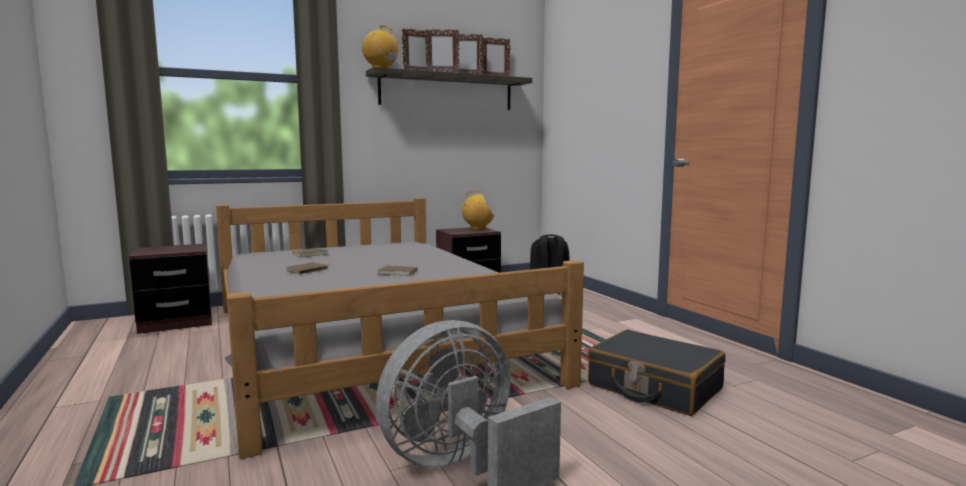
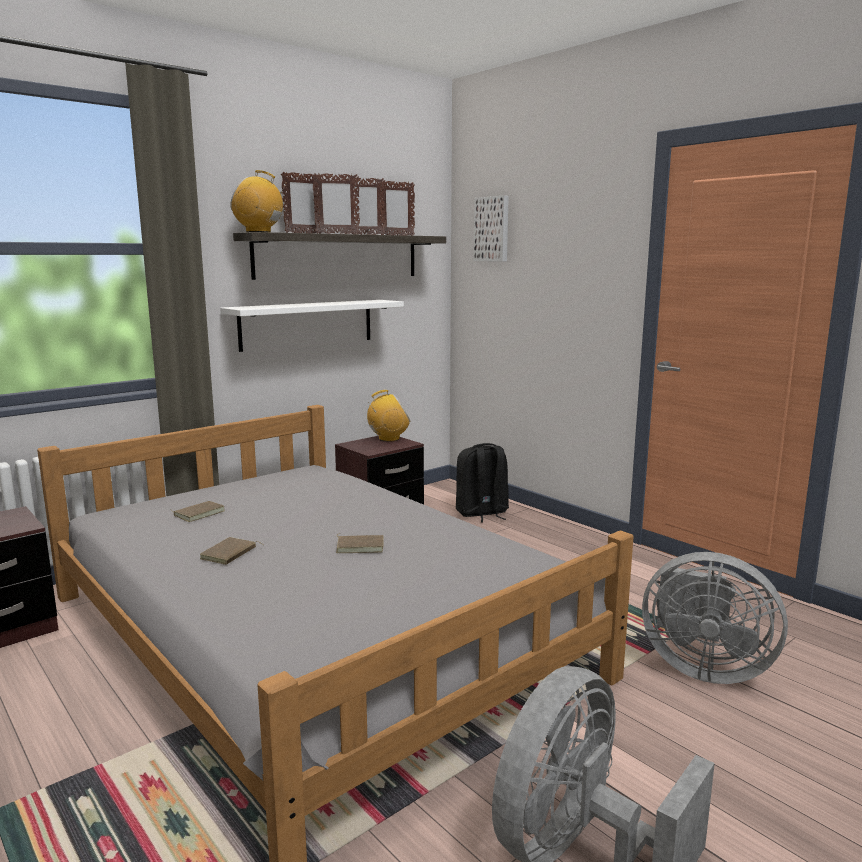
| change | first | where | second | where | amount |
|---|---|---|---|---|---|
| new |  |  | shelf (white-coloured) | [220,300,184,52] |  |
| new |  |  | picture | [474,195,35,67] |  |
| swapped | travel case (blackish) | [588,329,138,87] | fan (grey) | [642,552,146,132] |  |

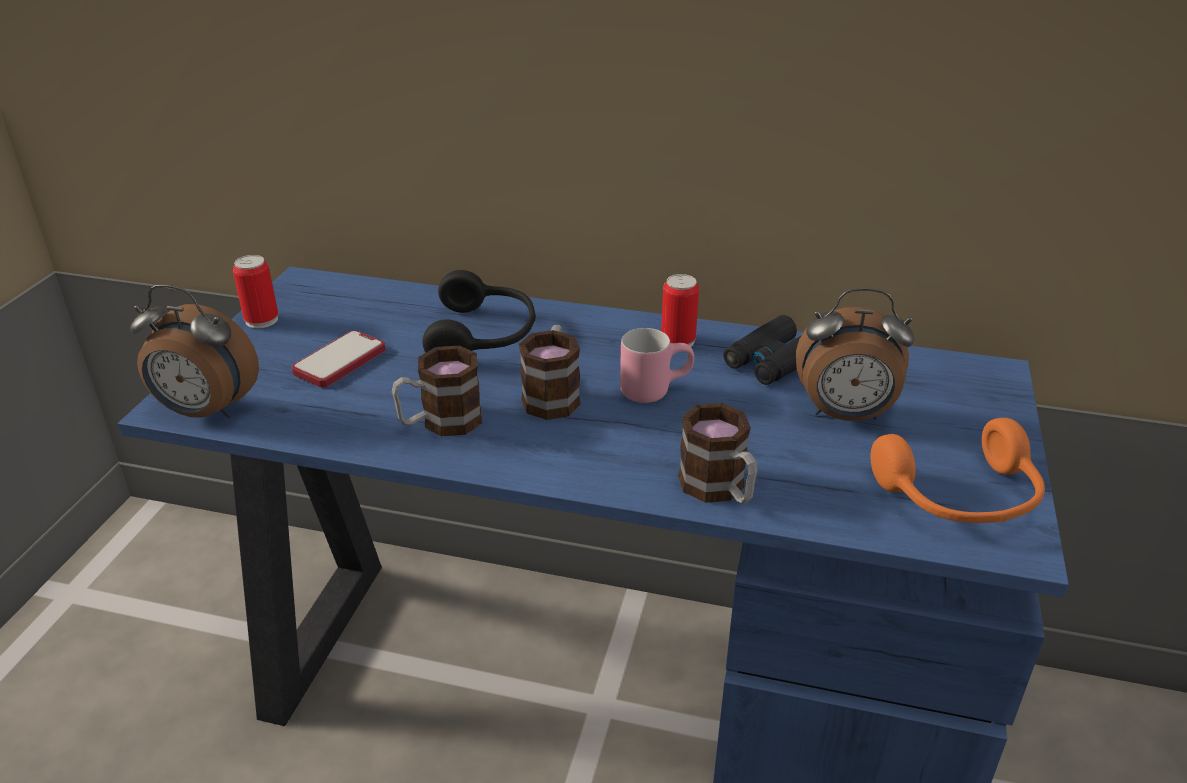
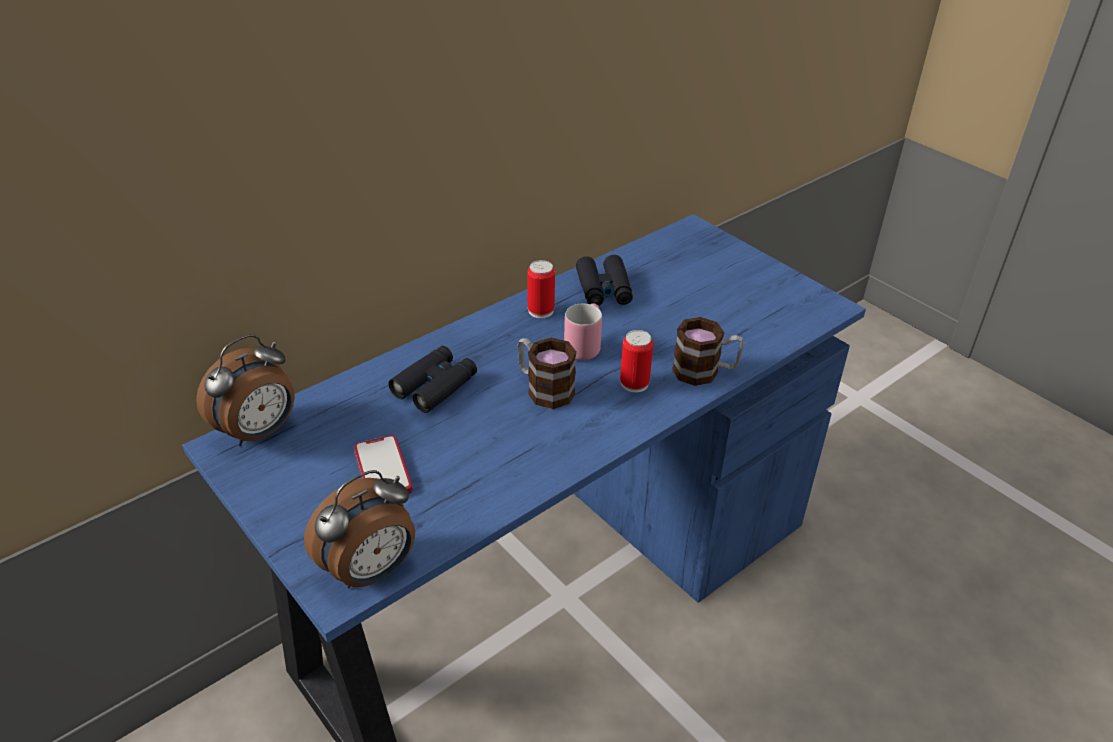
| change | first | where | second | where | amount |
|---|---|---|---|---|---|
| gone | coffee mug | [392,345,90,91] |  |  |  |
| gone | headphones (orangey) | [870,418,175,105] |  |  |  |
| shifted | can | [233,255,45,73] |  | [620,330,33,63] |  |
| shifted | alarm clock | [796,288,118,133] |  | [196,335,99,111] |  |
| swapped | headphones (blackish) | [423,270,113,83] | field glasses (blackish) | [388,346,89,67] |  |

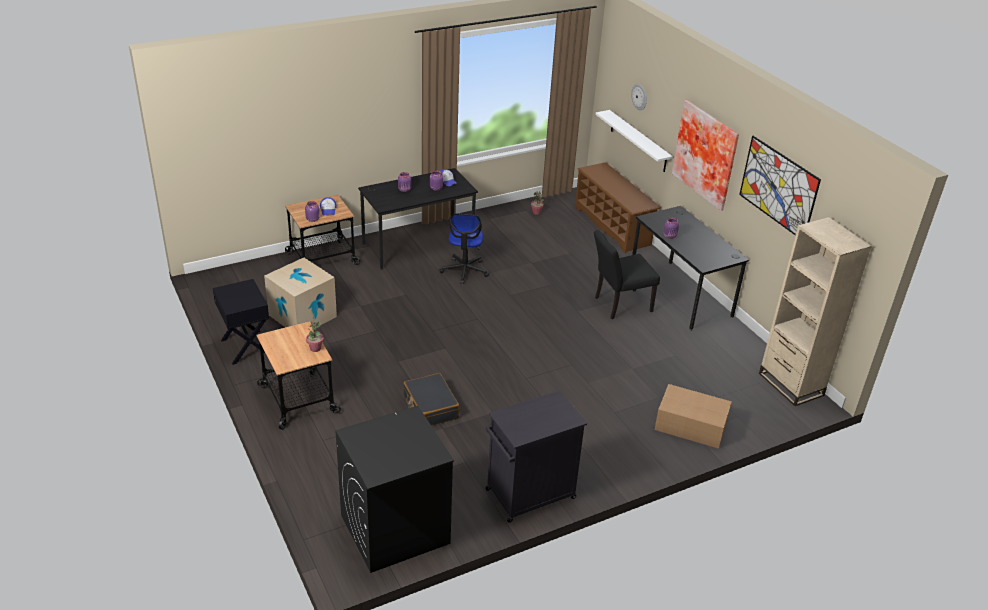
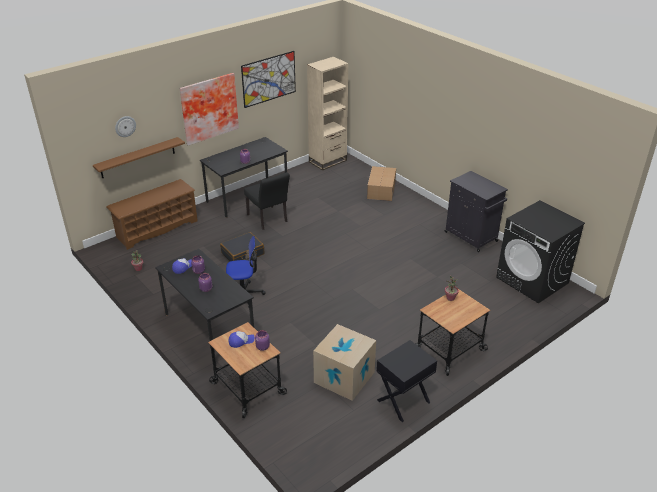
| change | first | where | second | where | amount |
|---|---|---|---|---|---|
| shifted | travel case (blackish) | [403,373,57,53] |  | [220,232,44,29] |  |
| repainted | shelf (white-coloured) | [595,110,78,62] | shelf (brownish) | [93,137,92,41] |  |

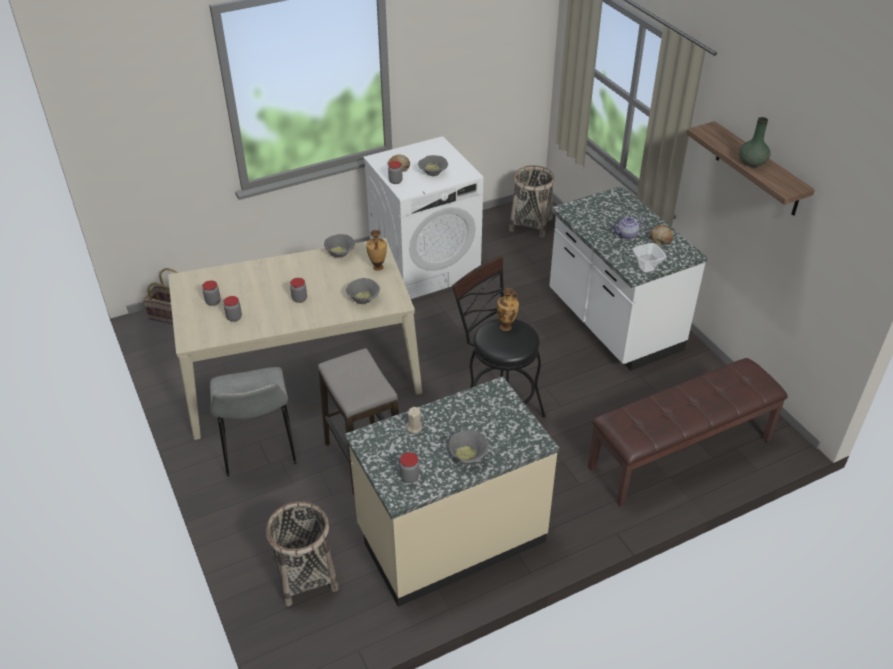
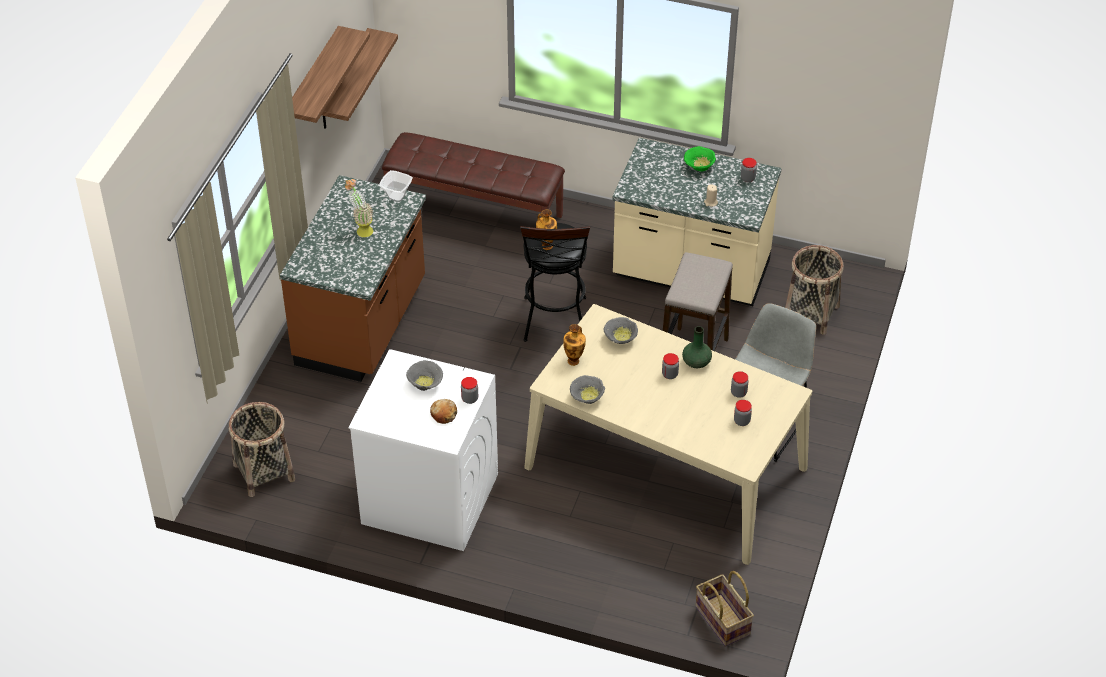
| change | first | where | second | where | amount |
|---|---|---|---|---|---|
| gone | bakery bread | [649,225,24,20] |  |  |  |
| new |  |  | shelf | [322,28,76,101] |  |
| shifted | decorative vase (green) | [739,117,32,50] |  | [682,326,30,42] |  |
| swapped | pot for tea | [612,217,34,22] | houseplant | [345,179,28,58] |  |
| repainted | bowl (grey) | [448,430,41,33] | bowl (green) | [684,146,32,26] |  |
| repainted | kitchen base unit (white-coloured) | [549,186,158,185] | kitchen base unit (brownish) | [280,175,146,207] |  |

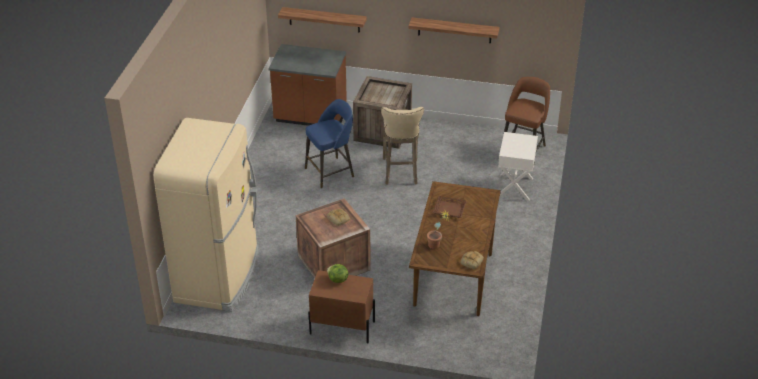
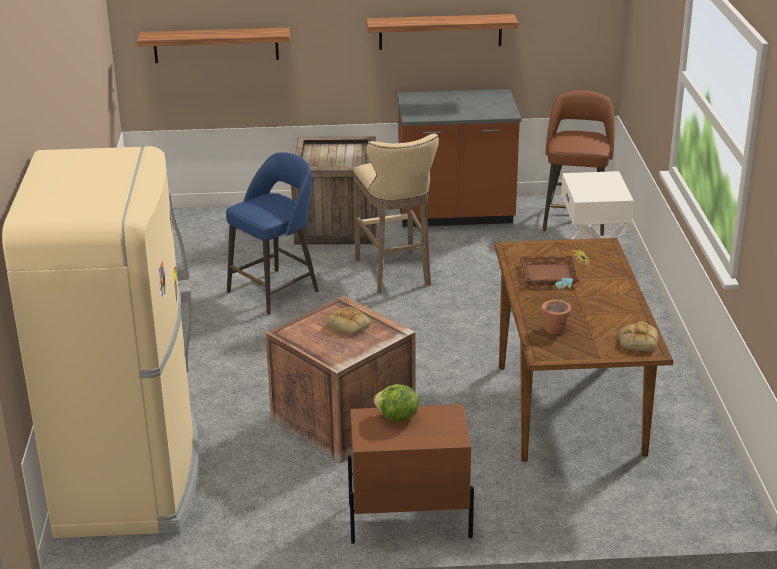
| change | first | where | second | where | amount |
|---|---|---|---|---|---|
| shifted | kitchen base unit (brownish) | [268,44,79,82] |  | [397,89,124,138] |  |

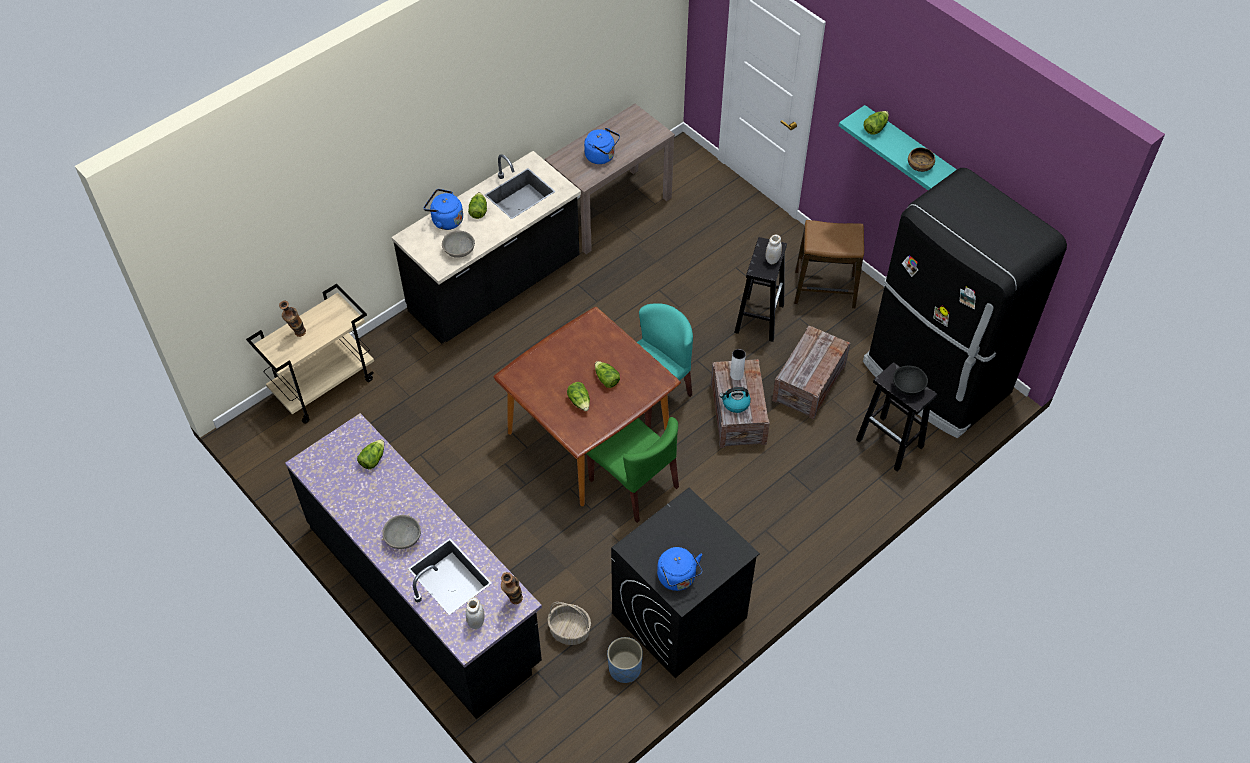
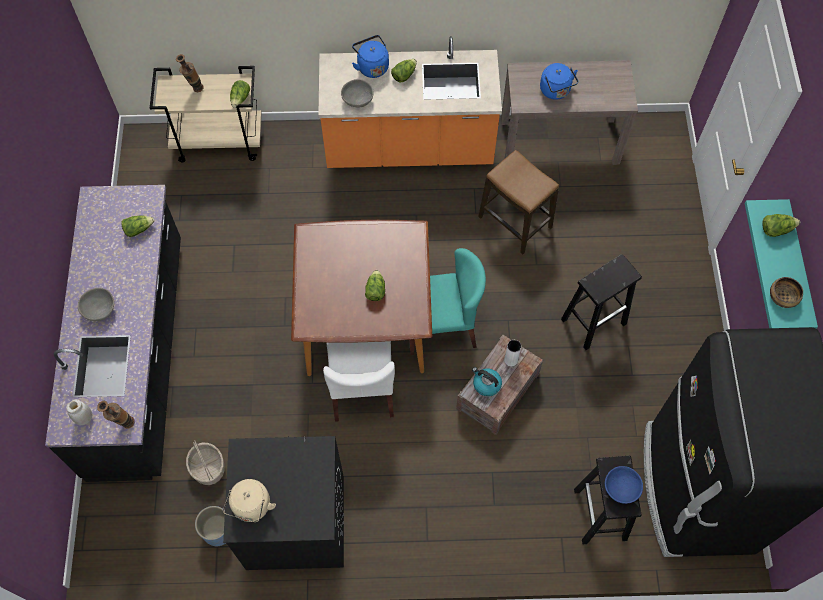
| change | first | where | second | where | amount |
|---|---|---|---|---|---|
| gone | storage jar (white-coloured) | [766,235,16,29] |  |  |  |
| gone | packing crate | [772,325,78,94] |  |  |  |
| shifted | lettuce | [567,382,23,29] |  | [230,80,20,28] |  |
| shifted | stool seat | [794,220,70,88] |  | [478,150,81,104] |  |
| repainted | kitchen base unit (blackish) | [392,151,189,193] | kitchen base unit (orangey) | [318,36,184,132] |  |
| repainted | upright chair (green) | [586,417,93,106] | upright chair (white-coloured) | [323,341,72,81] |  |
| repainted | water kettle (blue) | [657,547,45,44] | water kettle (beige) | [223,479,53,43] |  |
| repainted | bowl (blackish) | [893,366,35,29] | bowl (blue) | [605,466,38,38] |  |

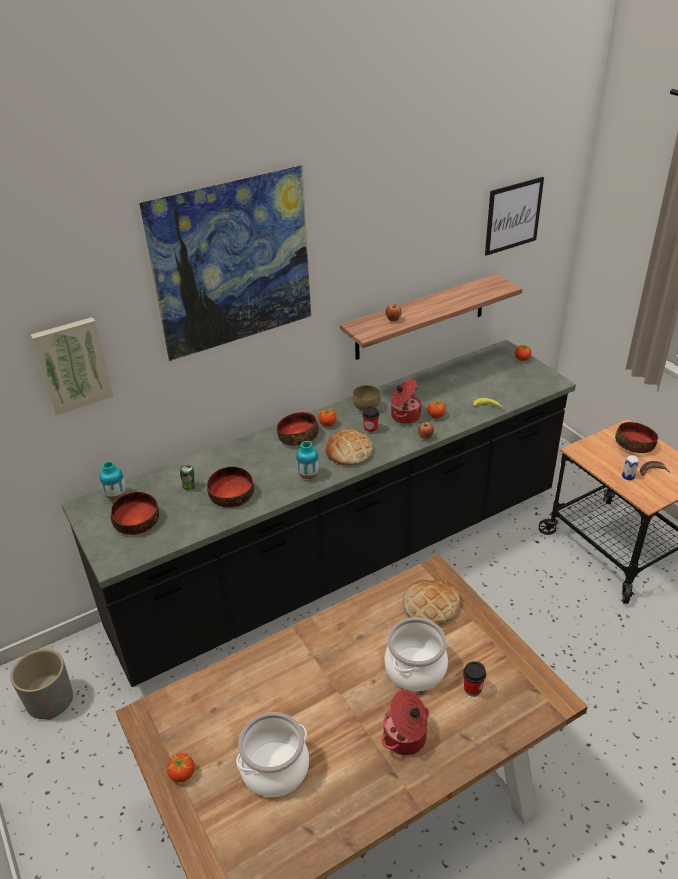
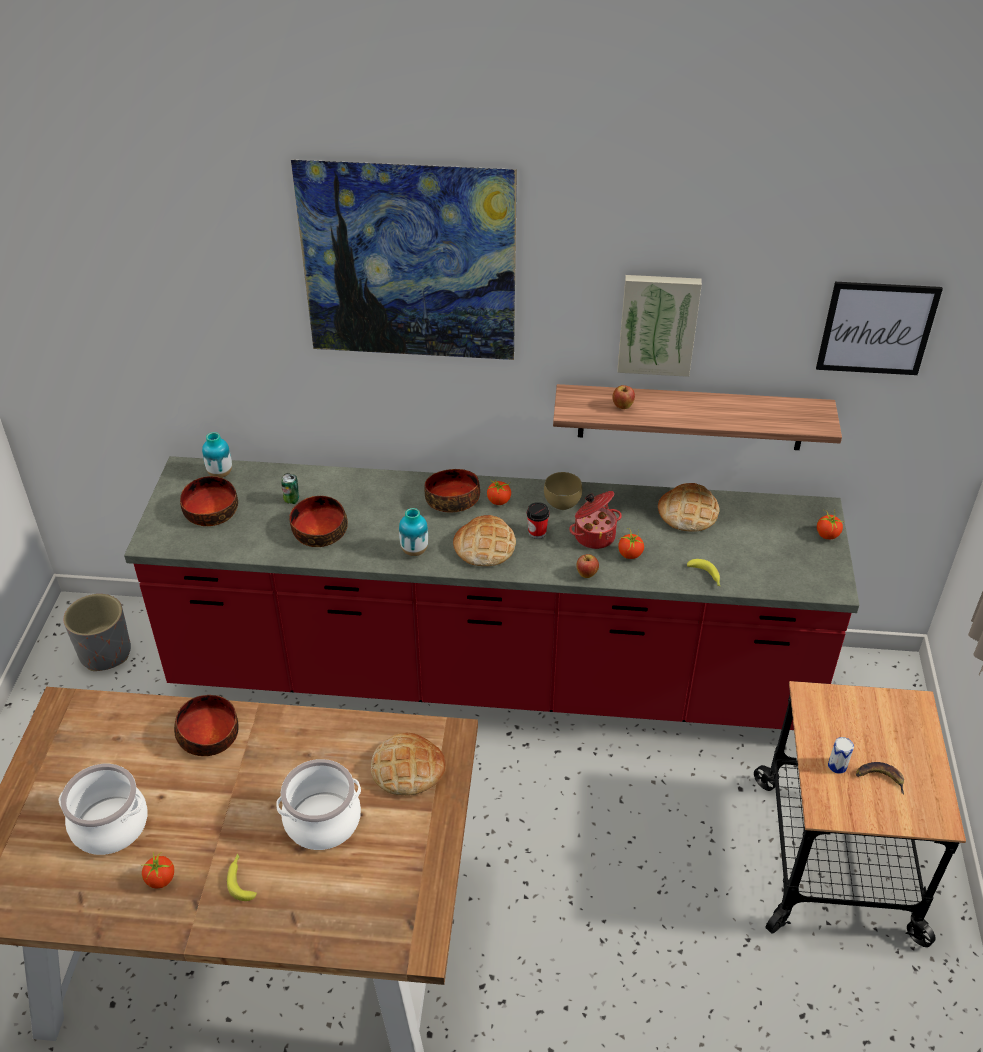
| change | first | where | second | where | amount |
|---|---|---|---|---|---|
| gone | small cup | [463,661,23,36] |  |  |  |
| new |  |  | bakery bread | [658,483,62,49] |  |
| shifted | picture | [30,317,84,98] |  | [618,275,84,102] |  |
| shifted | tomato | [166,753,28,29] |  | [142,852,32,36] |  |
| shifted | bowl | [615,422,43,31] |  | [174,695,65,61] |  |
| swapped | stockpot | [382,690,47,65] | banana fruit | [227,854,30,47] |  |
| repainted | kitchen base unit (blackish) | [61,339,515,348] | kitchen base unit (reddish) | [124,456,735,274] |  |

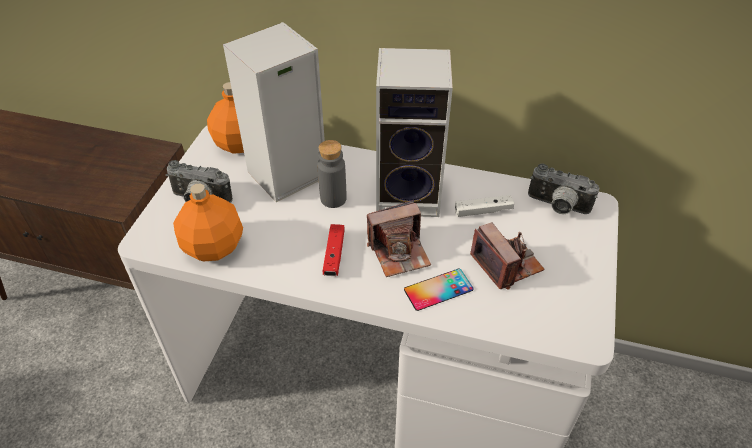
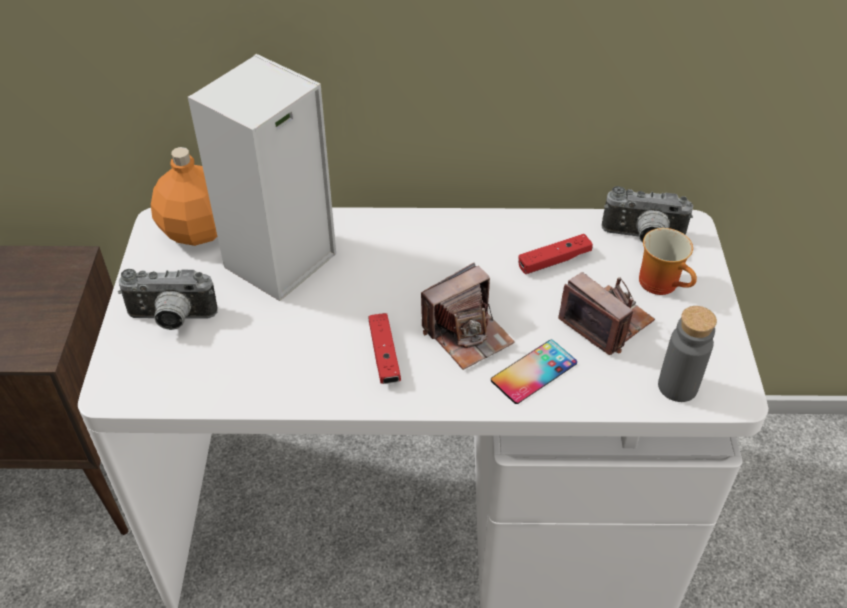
| change | first | where | second | where | amount |
|---|---|---|---|---|---|
| gone | drink bottle (orangey) | [173,184,70,77] |  |  |  |
| gone | speaker | [376,48,77,169] |  |  |  |
| new |  |  | coffee mug | [639,228,58,67] |  |
| shifted | drink bottle (grey) | [317,140,30,68] |  | [658,306,59,96] |  |
| repainted | game controller (white-coloured) | [455,195,59,22] | game controller (reddish) | [518,234,75,40] |  |

